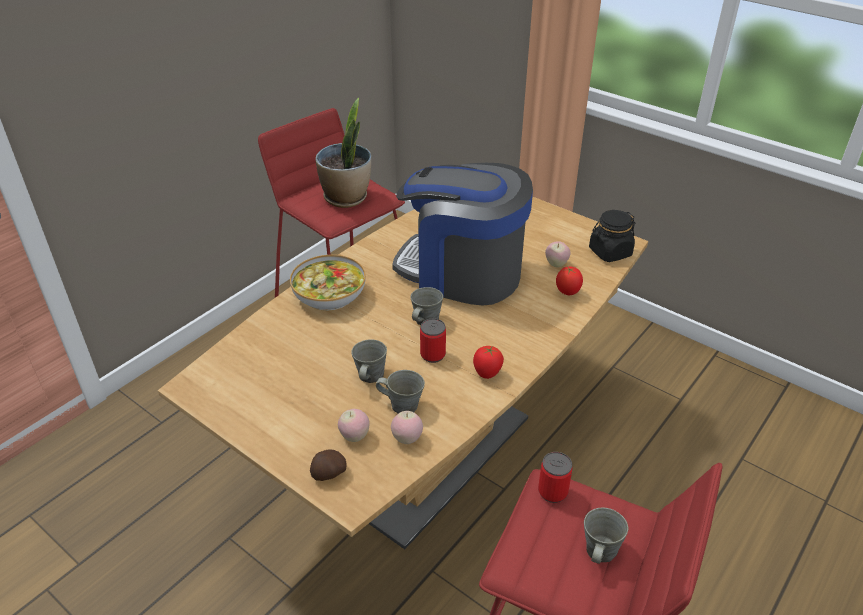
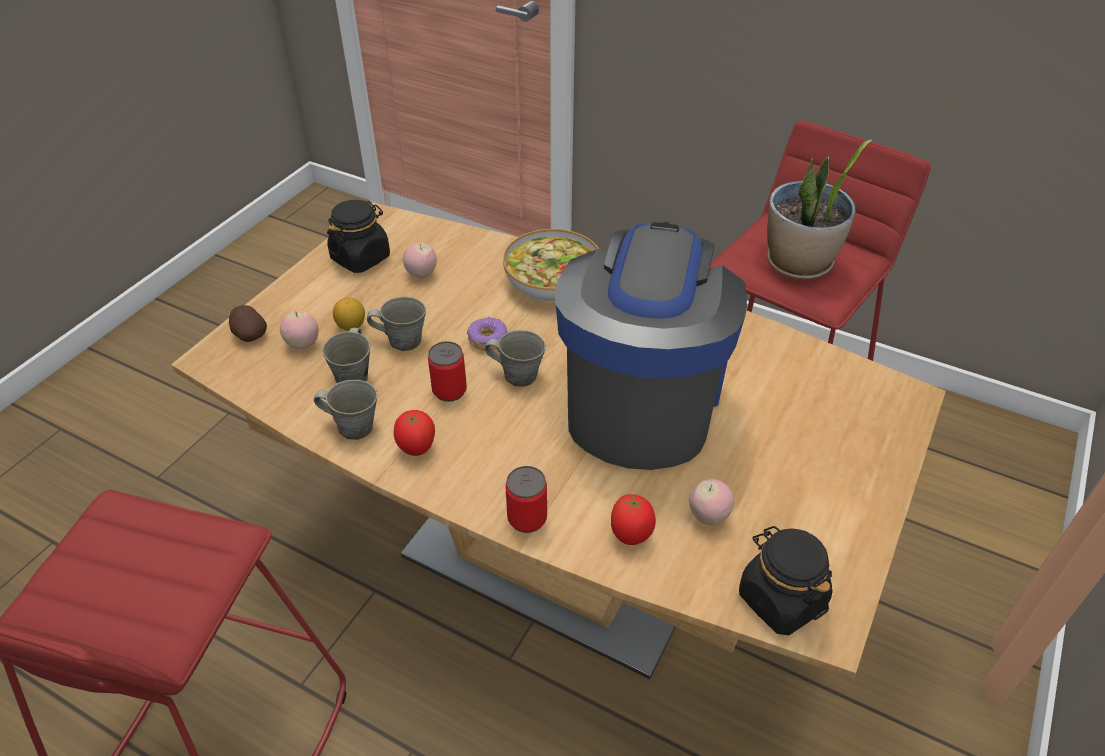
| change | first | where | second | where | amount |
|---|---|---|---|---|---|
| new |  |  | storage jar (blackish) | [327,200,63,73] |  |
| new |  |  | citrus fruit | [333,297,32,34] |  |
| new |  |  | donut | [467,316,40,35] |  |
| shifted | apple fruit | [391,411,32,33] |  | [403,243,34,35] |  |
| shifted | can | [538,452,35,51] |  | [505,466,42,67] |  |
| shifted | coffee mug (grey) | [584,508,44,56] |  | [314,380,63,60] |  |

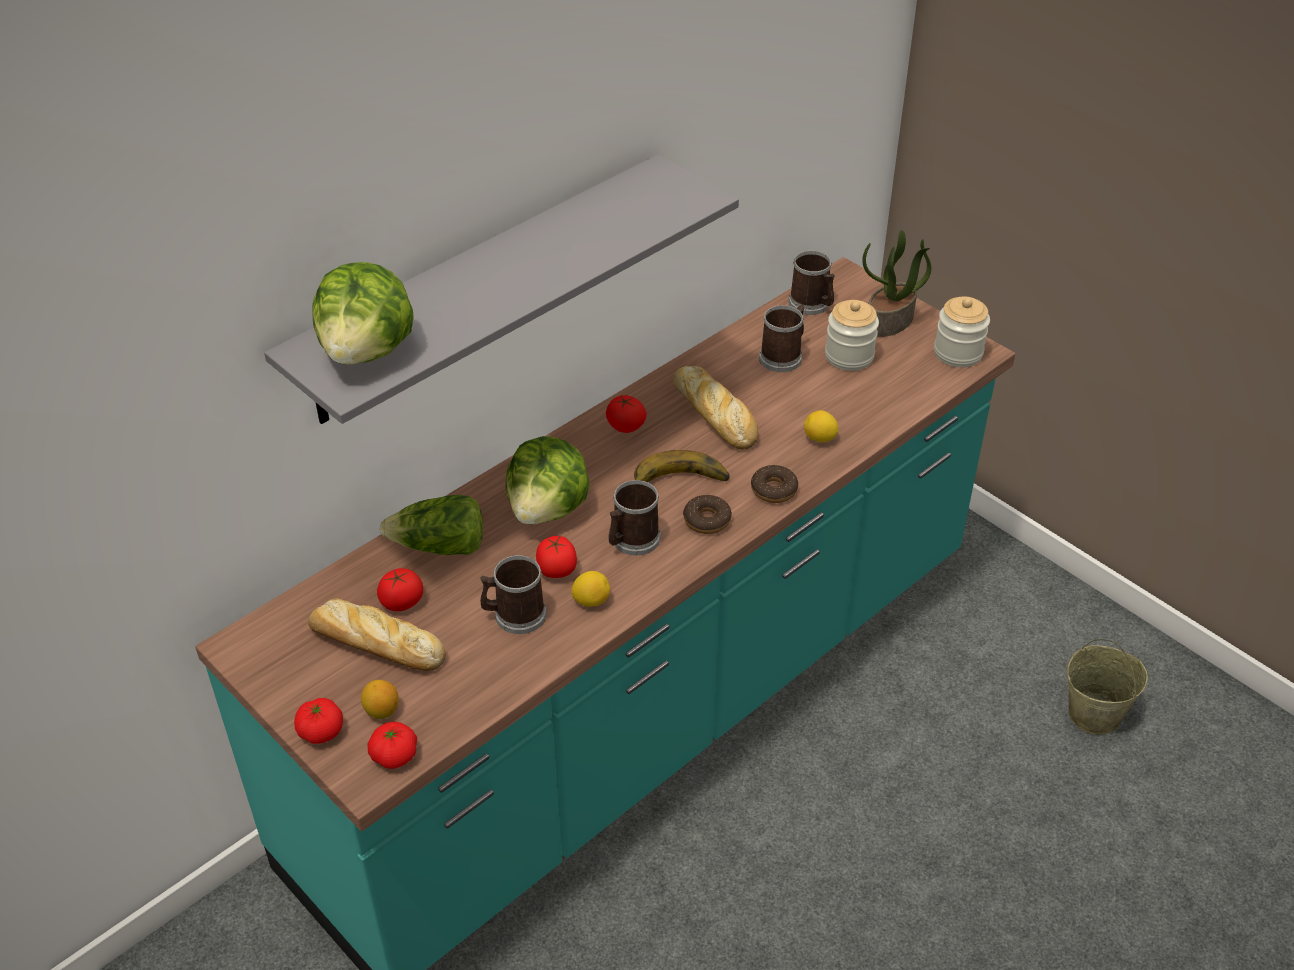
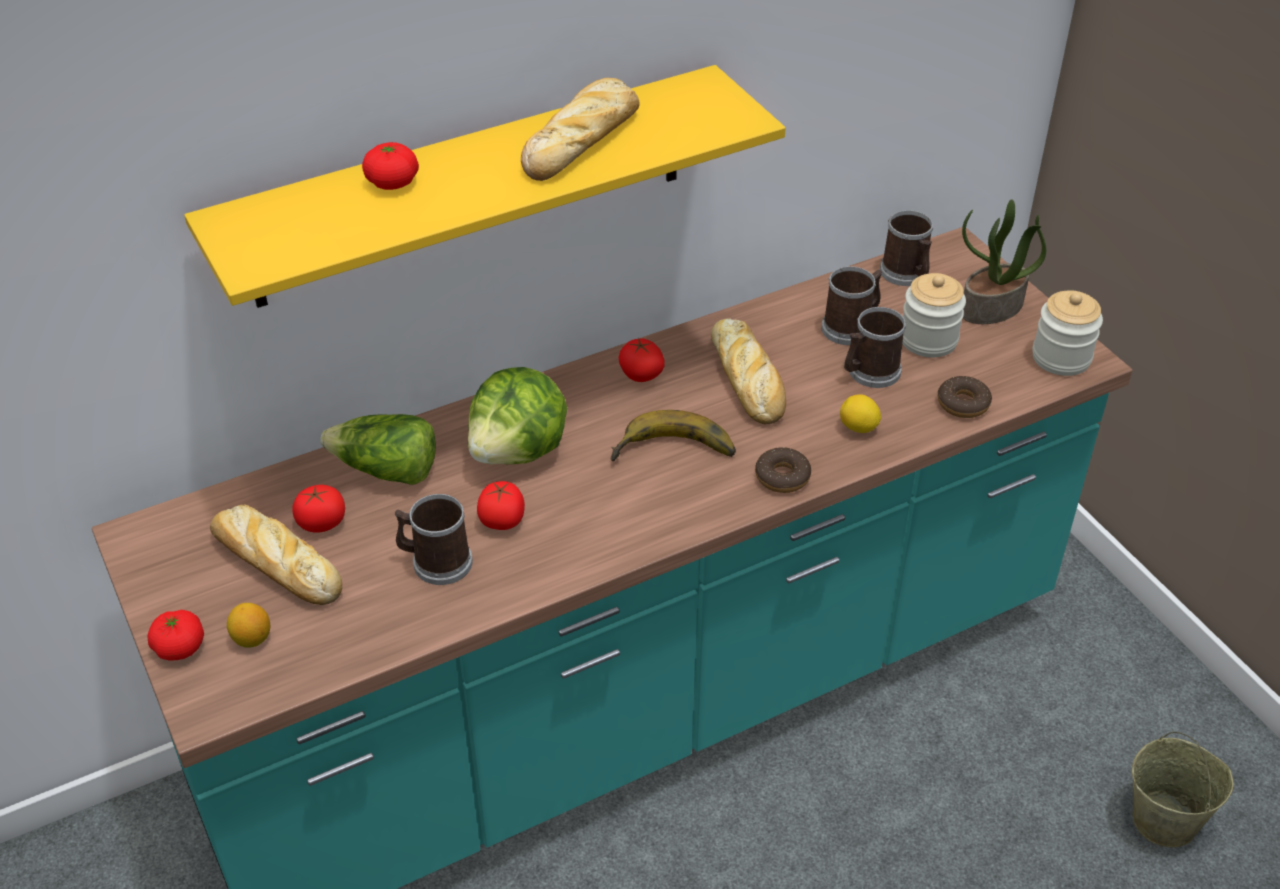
| change | first | where | second | where | amount |
|---|---|---|---|---|---|
| gone | lettuce | [312,262,102,103] |  |  |  |
| gone | citrus fruit | [571,571,39,36] |  |  |  |
| new |  |  | bakery bread | [521,78,119,103] |  |
| shifted | tomato | [367,722,50,47] |  | [362,142,57,48] |  |
| shifted | coffee mug | [609,480,52,76] |  | [844,307,62,81] |  |
| shifted | donut | [683,495,49,39] |  | [938,376,54,42] |  |
| repainted | shelf (grey) | [264,154,475,270] | shelf (yellow) | [184,65,602,243] |  |

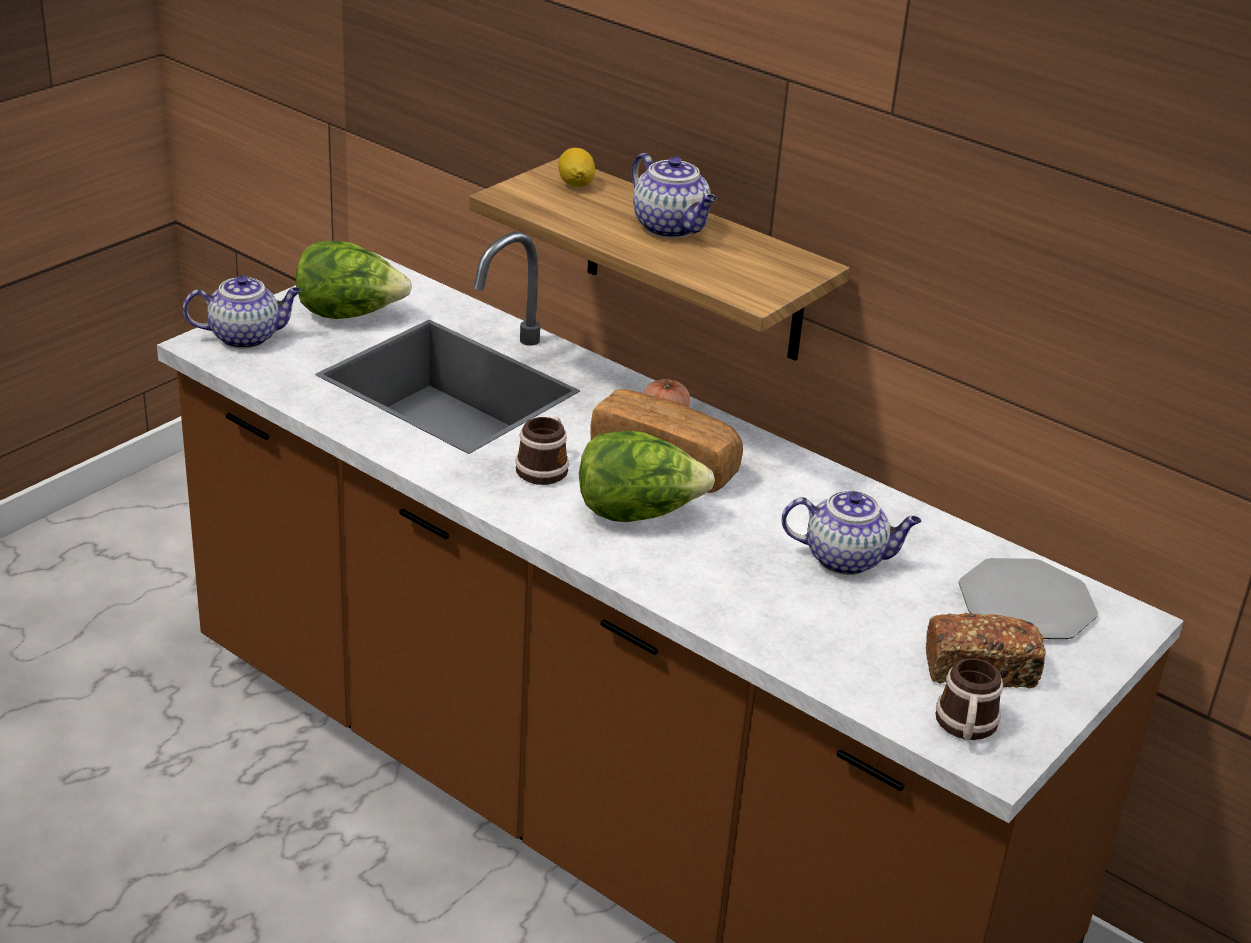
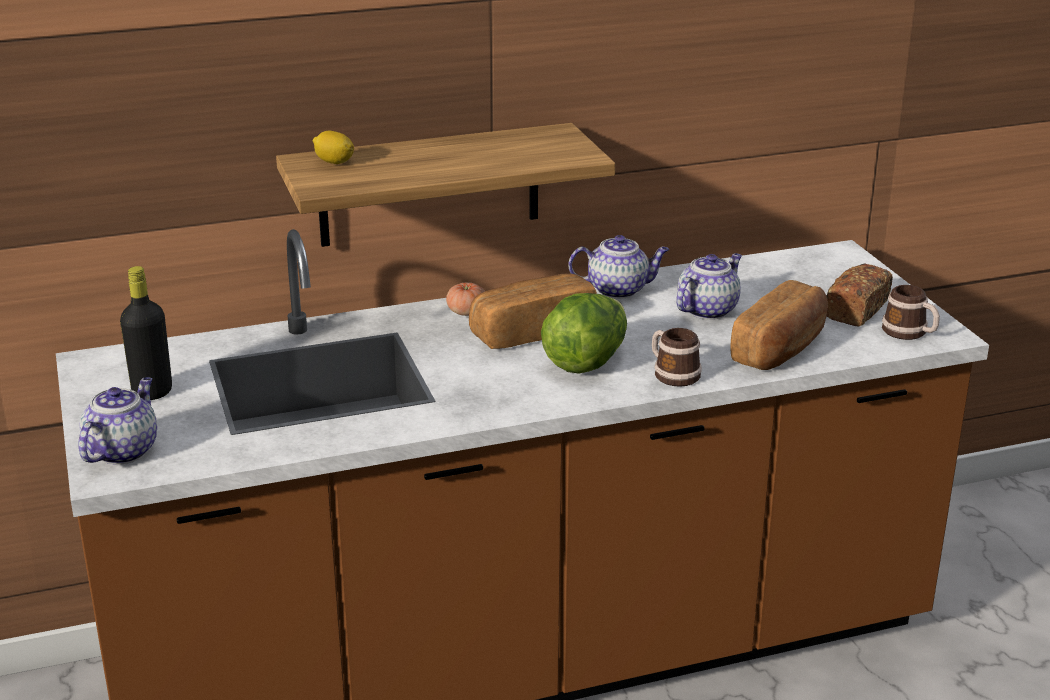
| change | first | where | second | where | amount |
|---|---|---|---|---|---|
| gone | dinner plate | [959,558,139,81] |  |  |  |
| new |  |  | bakery bread | [731,280,97,90] |  |
| shifted | coffee mug | [515,416,54,69] |  | [652,328,50,59] |  |
| shifted | pot for tea | [631,153,86,85] |  | [568,235,101,64] |  |
| swapped | lettuce | [296,241,116,78] | drink bottle (blackish) | [120,266,52,134] |  |

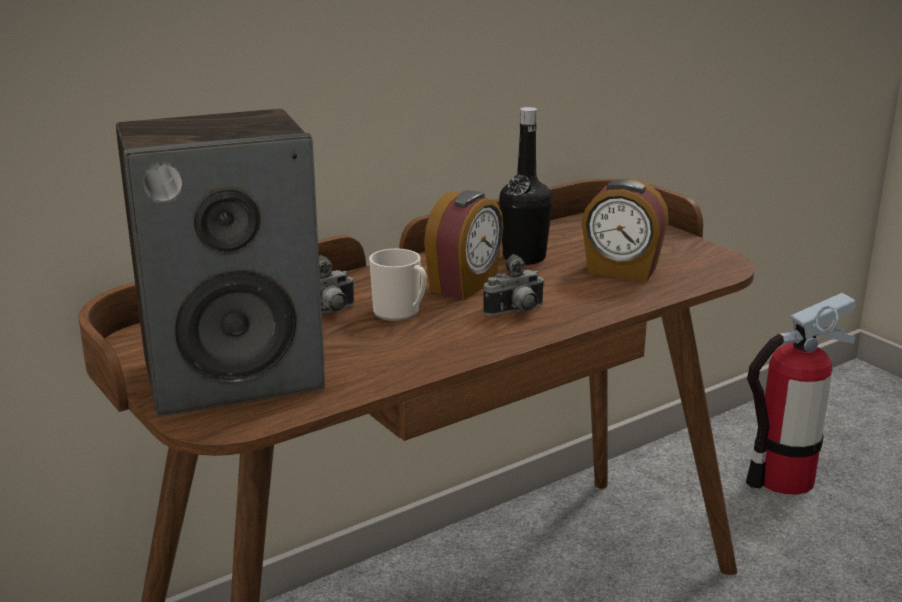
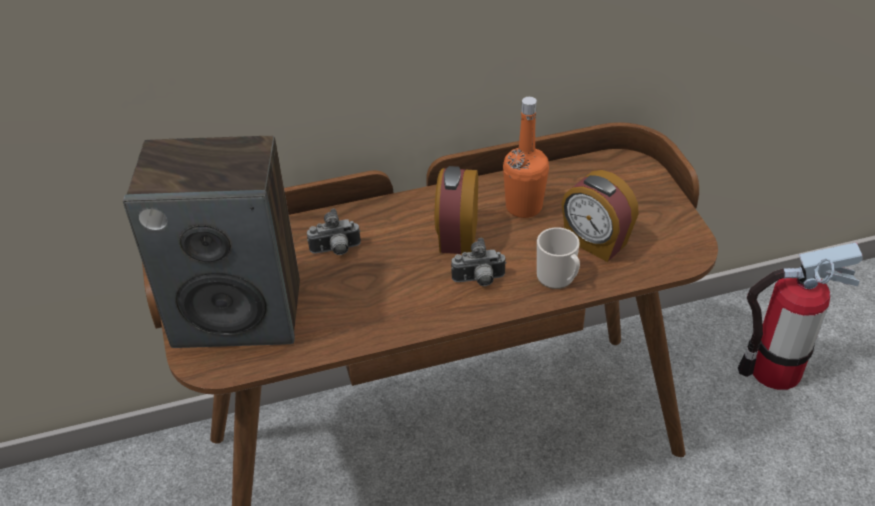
| change | first | where | second | where | amount |
|---|---|---|---|---|---|
| shifted | coffee mug | [369,249,58,72] |  | [537,227,43,62] |  |
| repainted | drink bottle (blackish) | [499,107,54,158] | drink bottle (orangey) | [503,97,46,121] |  |
| rotated | alarm clock | [424,190,80,110] |  | [435,166,43,88] | 135 degrees clockwise |

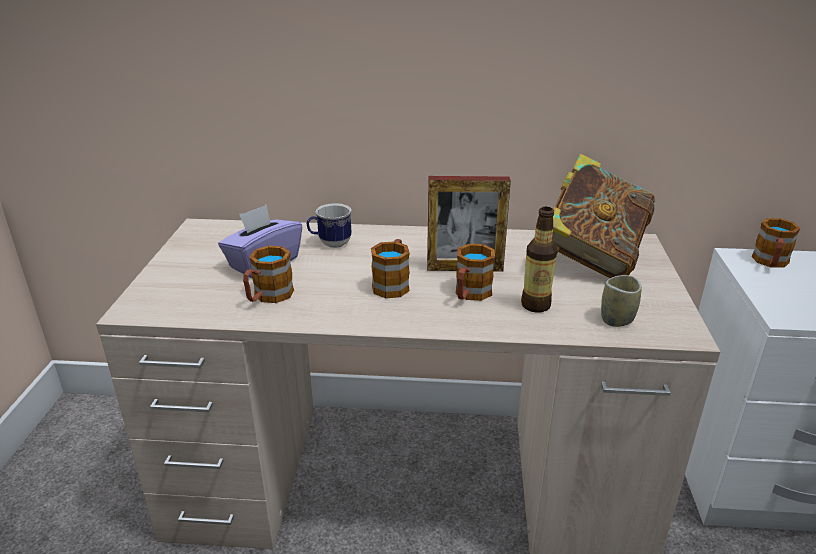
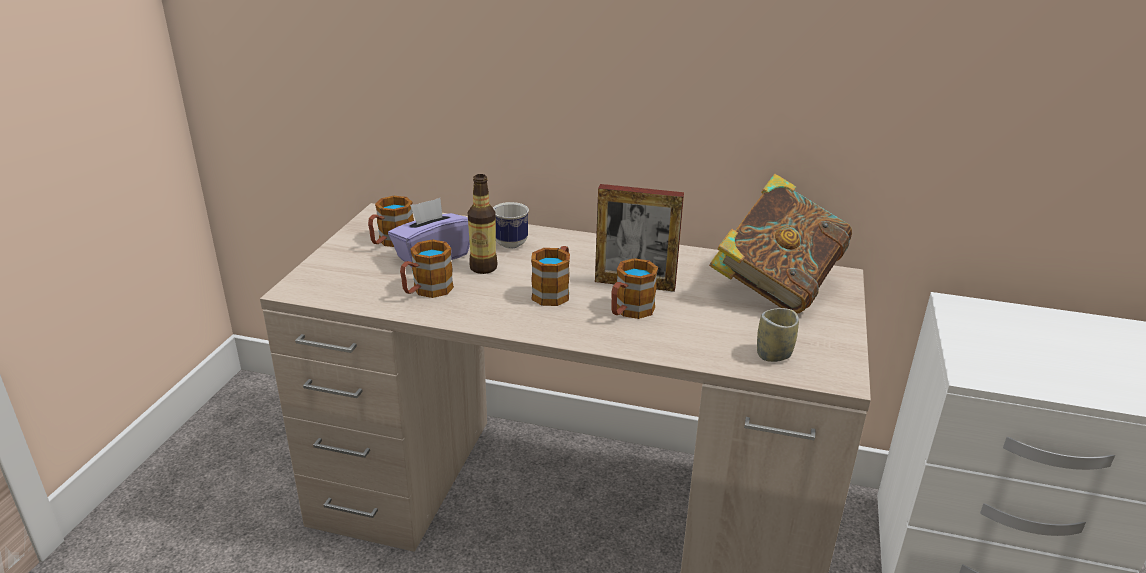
| change | first | where | second | where | amount |
|---|---|---|---|---|---|
| shifted | drink bottle | [521,207,36,106] |  | [468,174,29,100] |  |
| shifted | coffee mug | [751,218,50,50] |  | [368,196,46,51] |  |

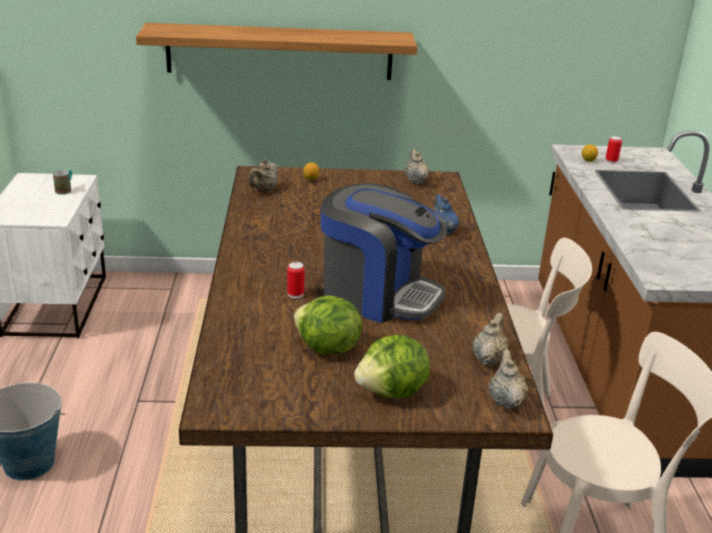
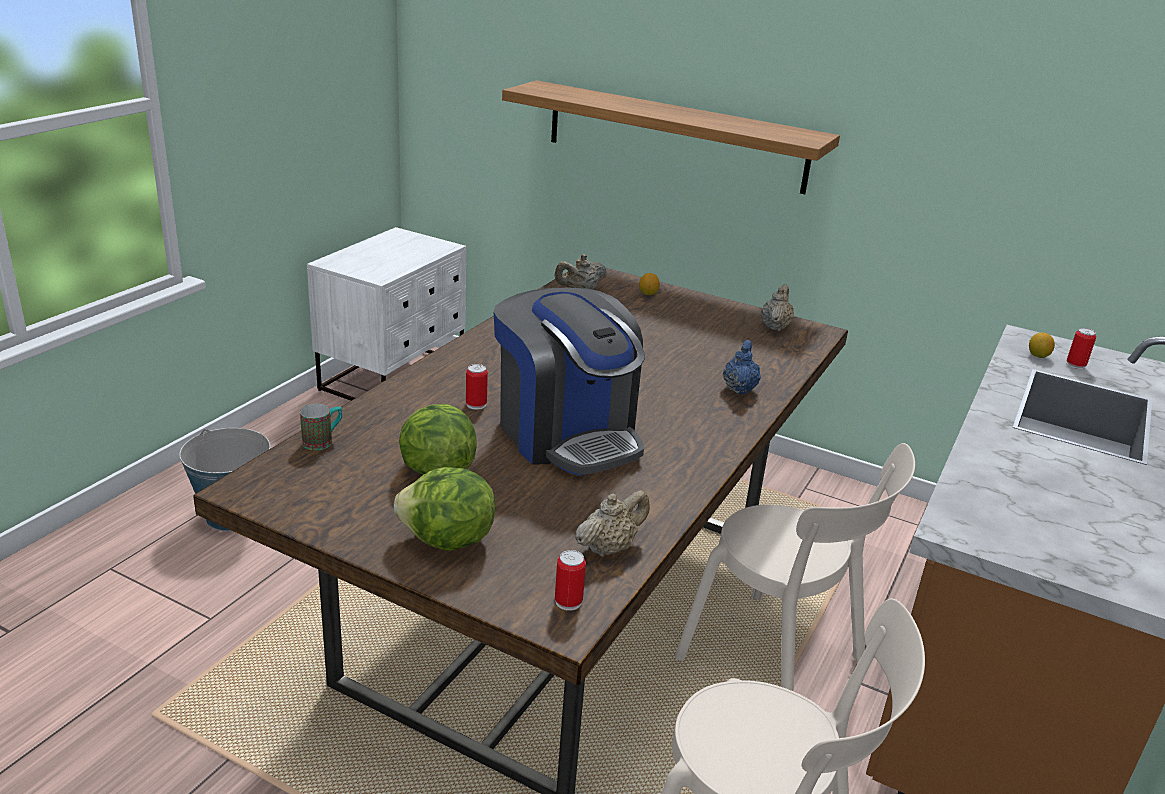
| change | first | where | second | where | amount |
|---|---|---|---|---|---|
| shifted | coffee mug | [53,170,19,25] |  | [300,404,42,46] |  |
| swapped | pot for tea (beige) | [489,349,39,60] | can | [555,550,31,61] |  |

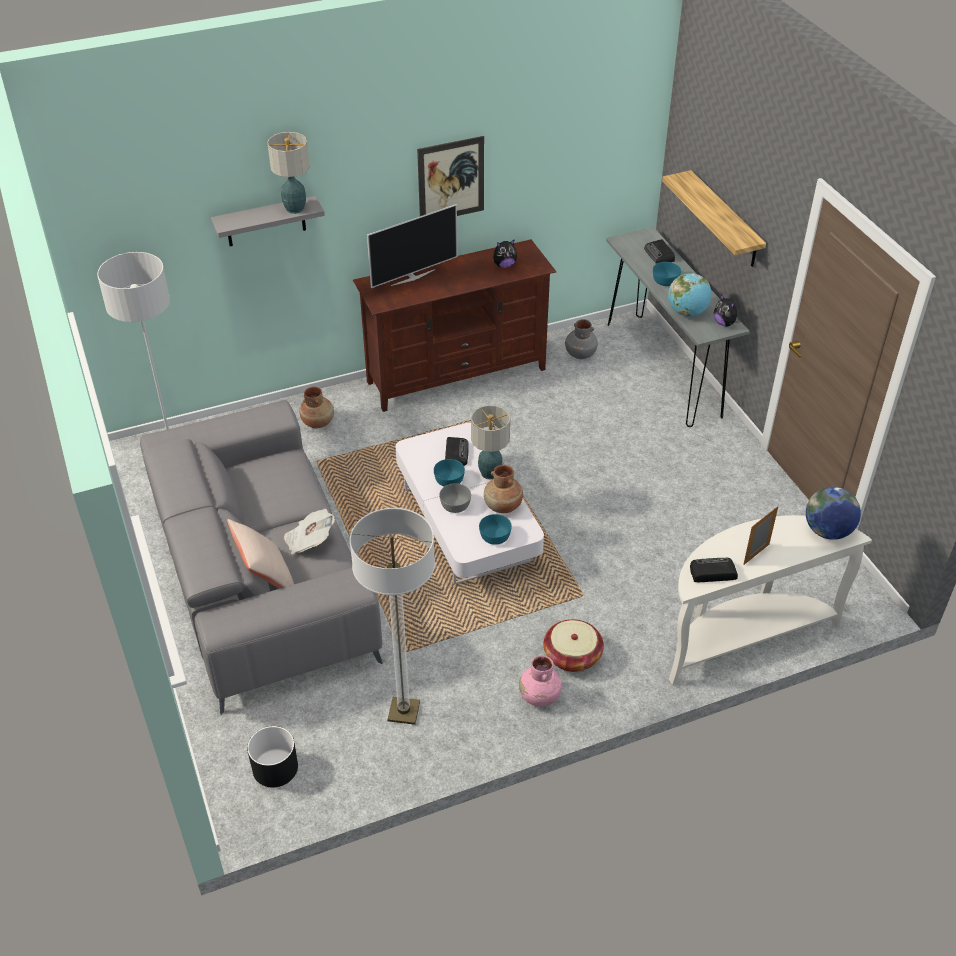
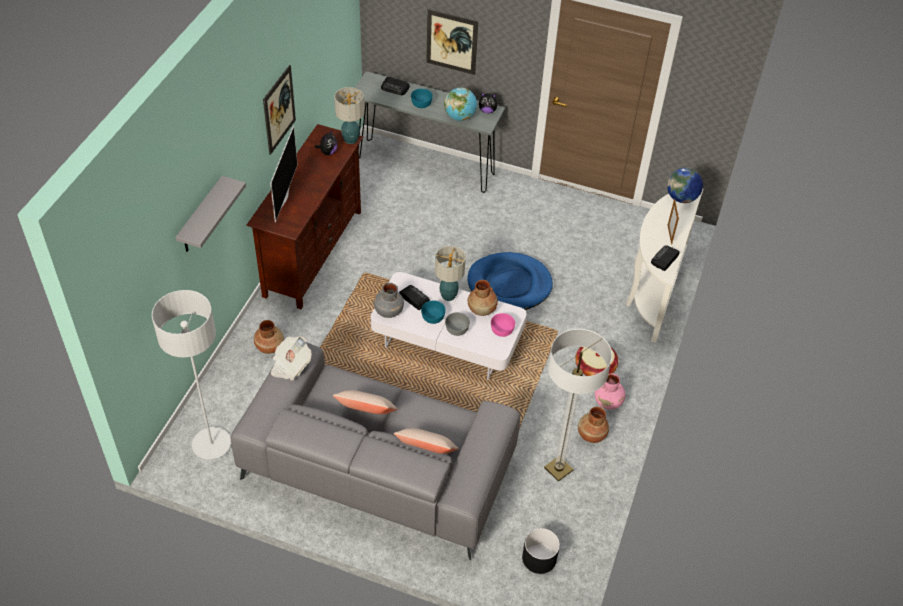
| change | first | where | second | where | amount |
|---|---|---|---|---|---|
| new |  |  | throw pillow (beige) | [333,390,65,24] |  |
| new |  |  | pet bed (blue) | [467,252,86,58] |  |
| new |  |  | decorative vase (brownish) | [578,407,31,36] |  |
| shifted | lamp for a table | [267,132,43,82] |  | [334,87,30,57] |  |
| shifted | newspaper | [284,509,51,45] |  | [271,336,41,44] |  |
| shifted | decorative vase (grey) | [565,319,33,40] |  | [374,283,30,35] |  |
| swapped | shelf | [662,170,104,97] | picture | [426,9,52,66] |  |
| repainted | bowl (blue-green) | [479,514,33,31] | bowl (pinkish) | [491,313,24,24] |  |

